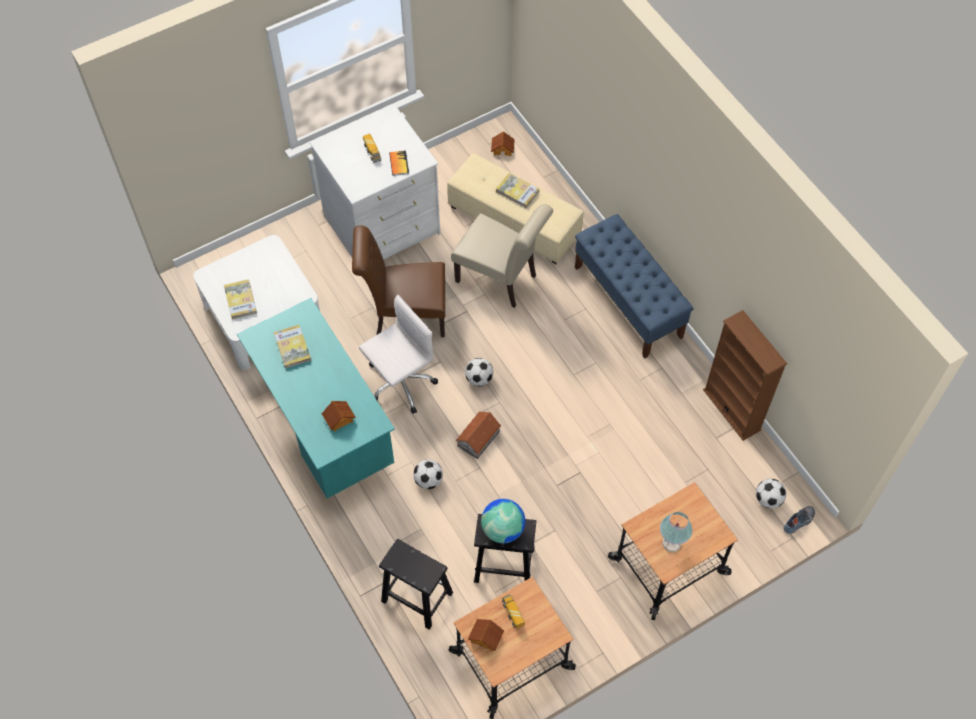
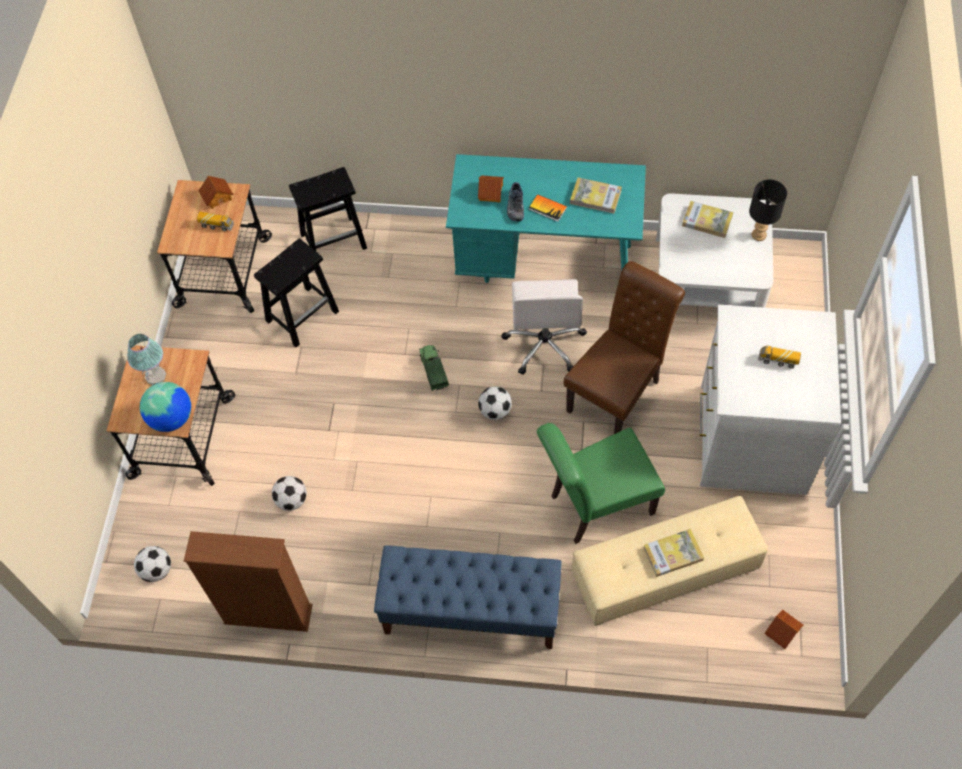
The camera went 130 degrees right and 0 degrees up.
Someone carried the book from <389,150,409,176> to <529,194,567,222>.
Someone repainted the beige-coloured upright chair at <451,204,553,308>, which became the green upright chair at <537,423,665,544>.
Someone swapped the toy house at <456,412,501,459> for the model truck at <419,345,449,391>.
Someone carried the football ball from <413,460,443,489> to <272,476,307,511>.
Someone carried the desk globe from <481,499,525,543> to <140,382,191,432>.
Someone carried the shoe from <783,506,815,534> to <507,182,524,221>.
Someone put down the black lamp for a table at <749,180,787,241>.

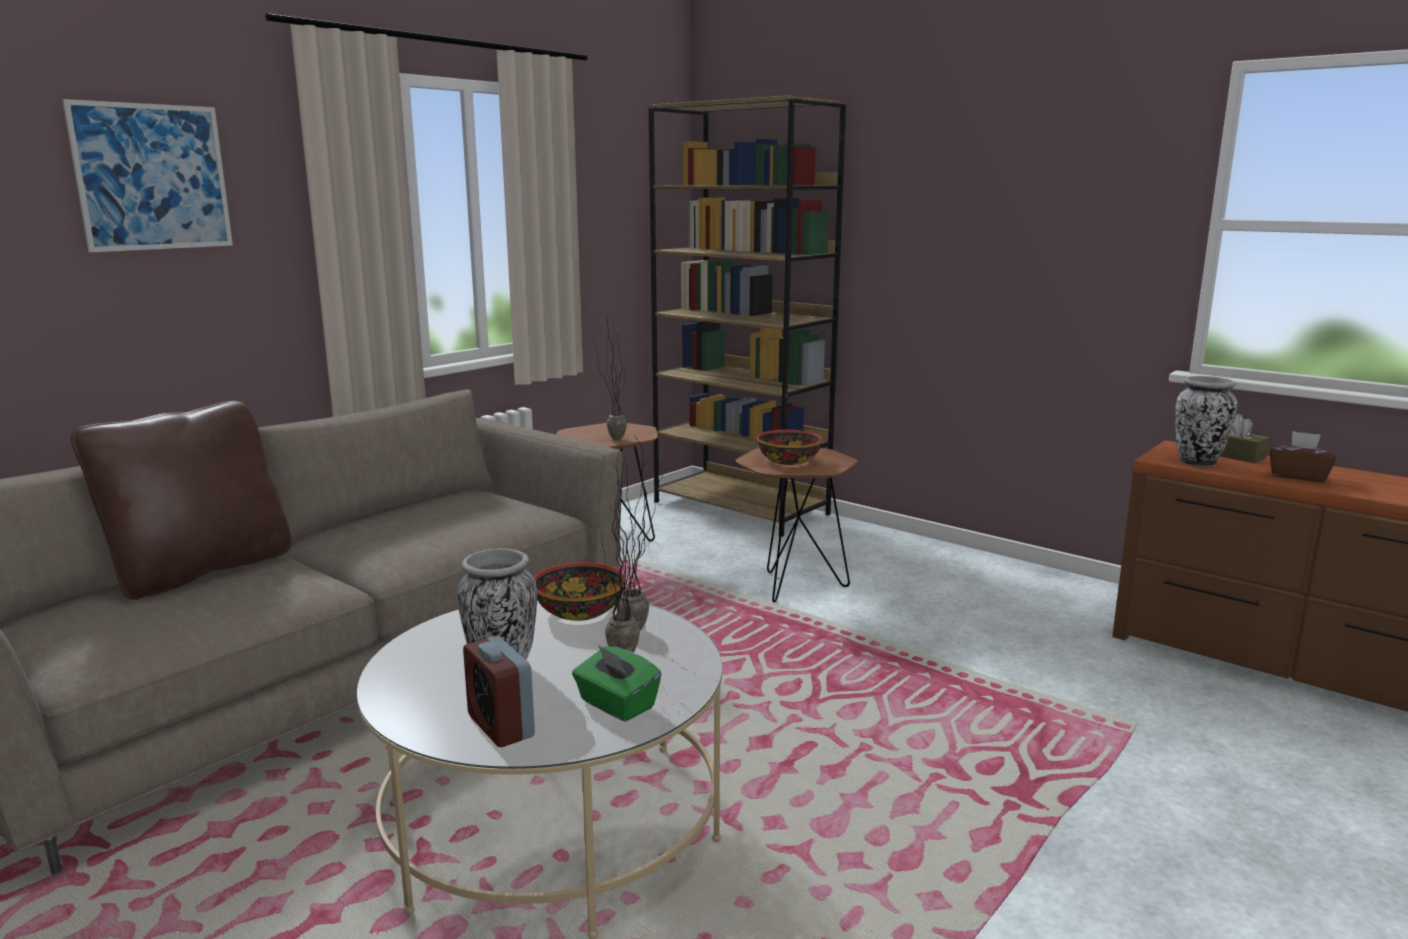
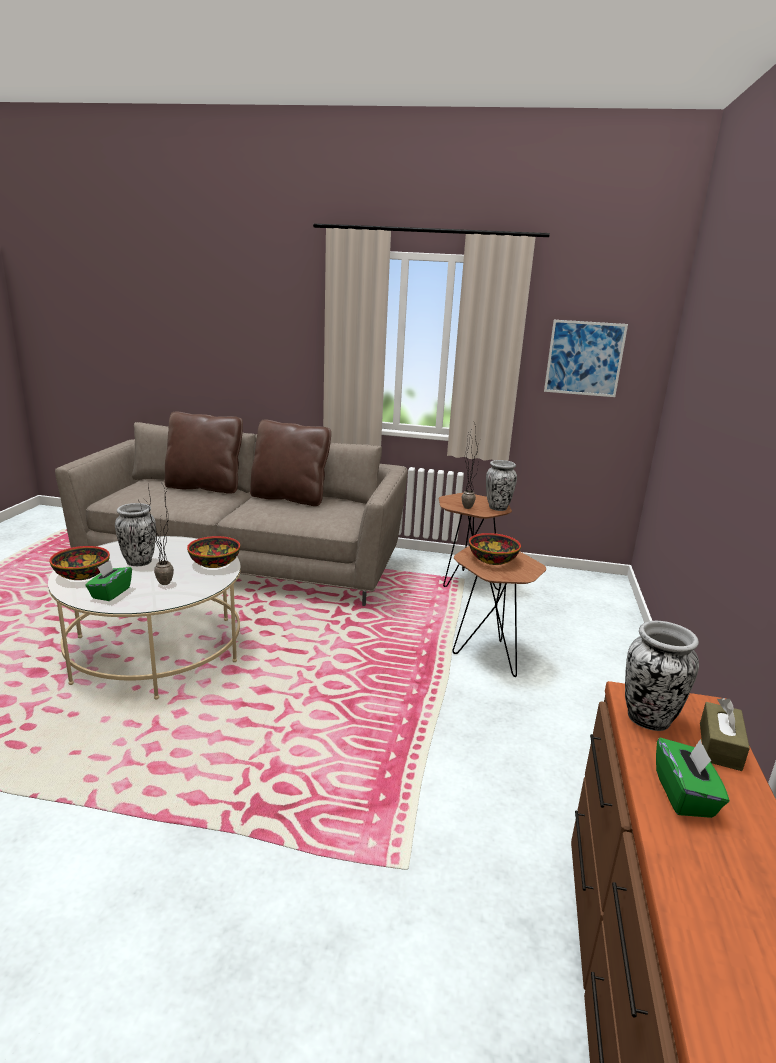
The camera went 60 degrees right and 5 degrees up.
Someone took away the brown-coloured bookshelf at <649,95,846,537>.
Someone carried the picture from <62,99,233,252> to <544,320,628,397>.
Someone repainted the brown-coloured box of tissues at <1270,431,1337,483>, which became the green box of tissues at <656,738,729,818>.
Someone took away the potted plant at <613,438,662,630>.
Someone swapped the alarm clock at <463,636,535,747> for the bowl at <49,546,110,580>.
Someone put down the brown-coloured cushion at <250,419,331,506>.
Someone put down the flower vase at <486,460,517,511>.

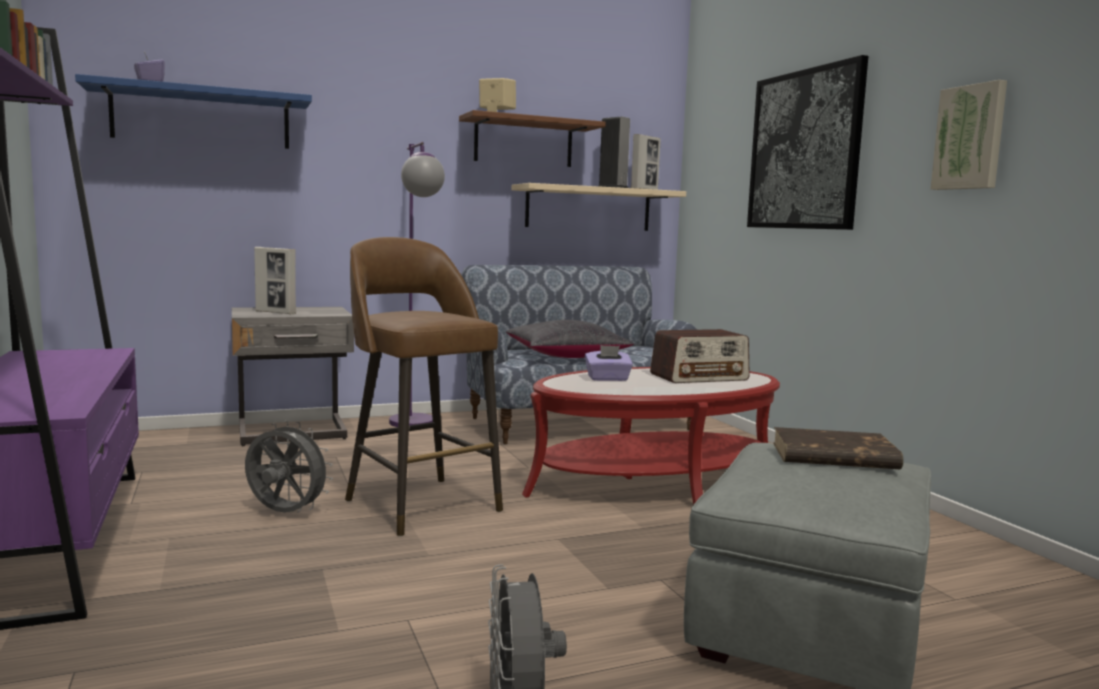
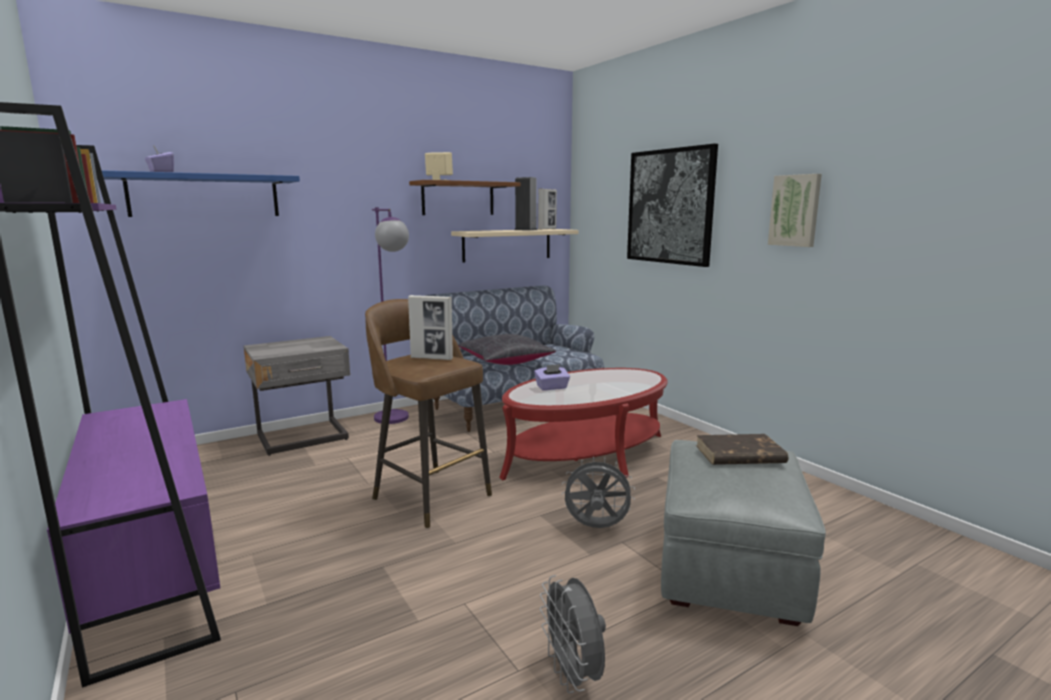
The camera went 10 degrees left and 5 degrees up.
Someone carried the photo frame from <254,247,296,314> to <408,295,453,360>.
Someone took away the radio set at <650,329,750,383>.
Someone carried the greyish cooling fan from <245,420,333,513> to <562,456,635,528>.

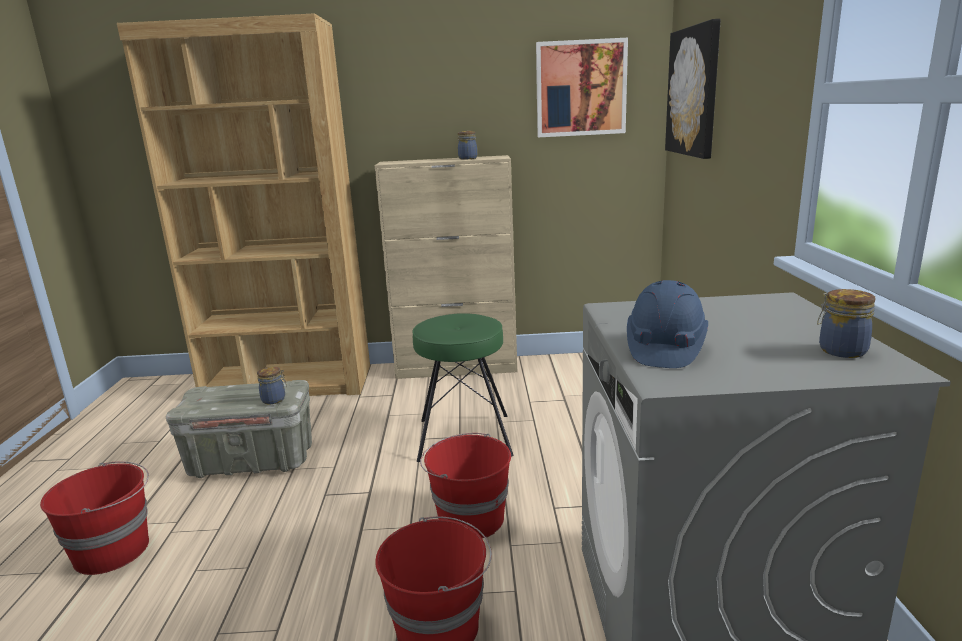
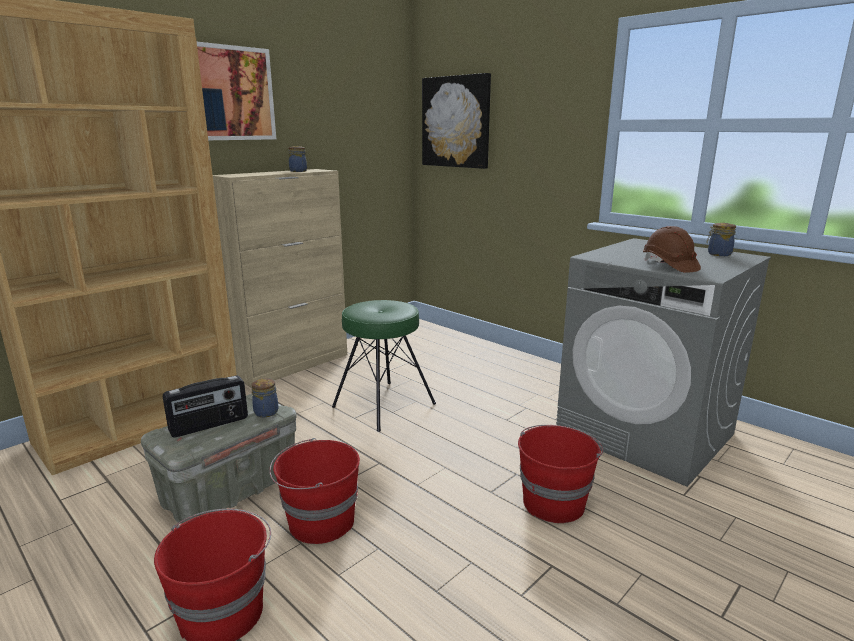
The camera went 45 degrees left and 0 degrees up.
Someone carried the picture from <536,38,628,137> to <197,42,276,140>.
Someone repainted the bluish hard hat at <627,280,708,368>, which became the brown-coloured hard hat at <643,226,701,273>.
Someone carried the red pail from <420,433,511,538> to <270,438,360,544>.
Someone put down the radio set at <163,375,248,438>.

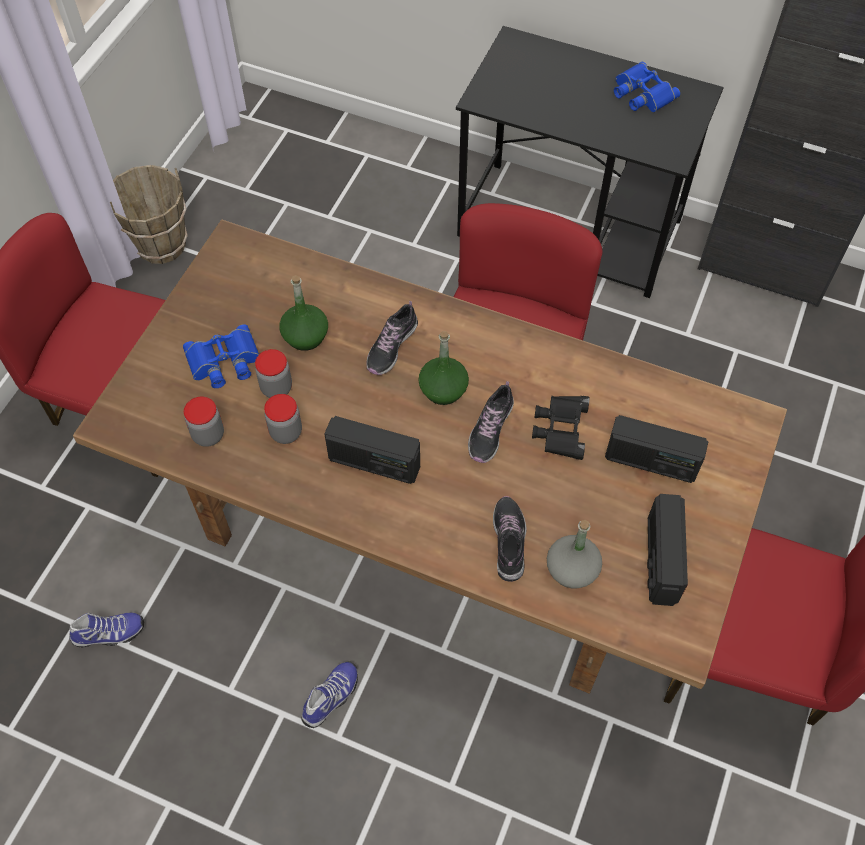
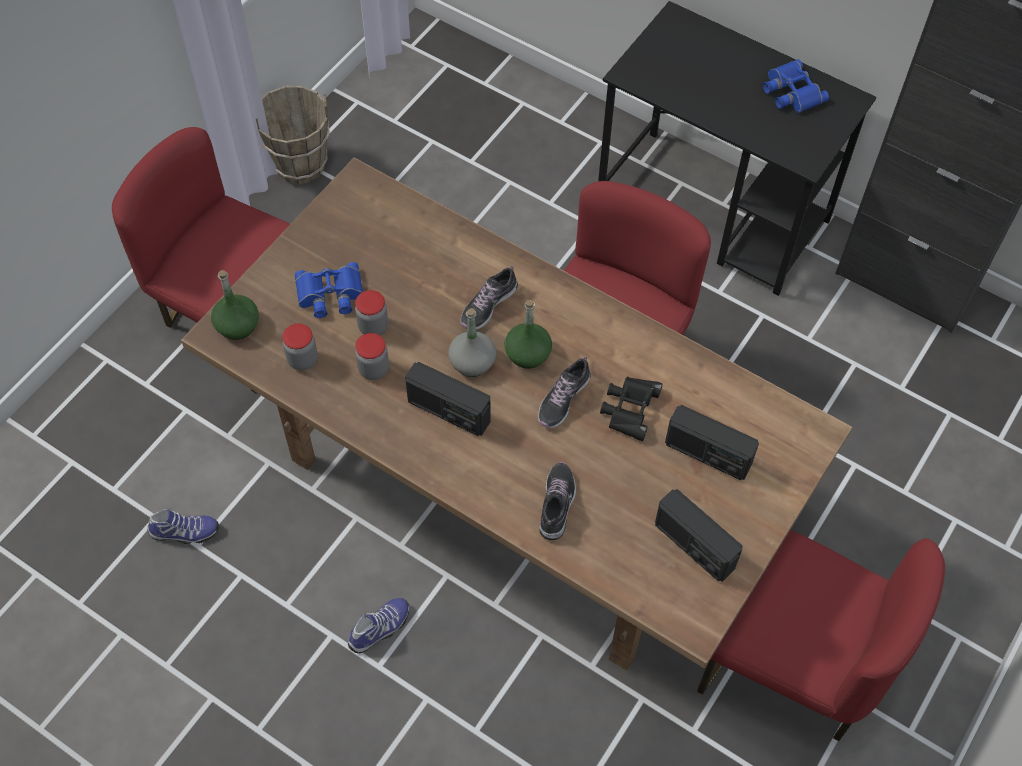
The camera went 10 degrees right and 0 degrees up.
Someone carried the green bottle from <279,275,328,351> to <211,270,259,340>.
Someone rotated the radio set at <647,494,688,606> by 60 degrees counterclockwise.
Someone carried the greyish bottle from <547,520,602,588> to <448,308,496,377>.

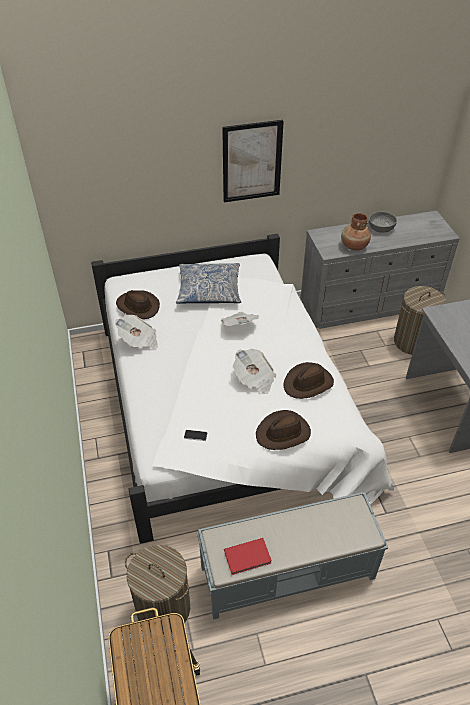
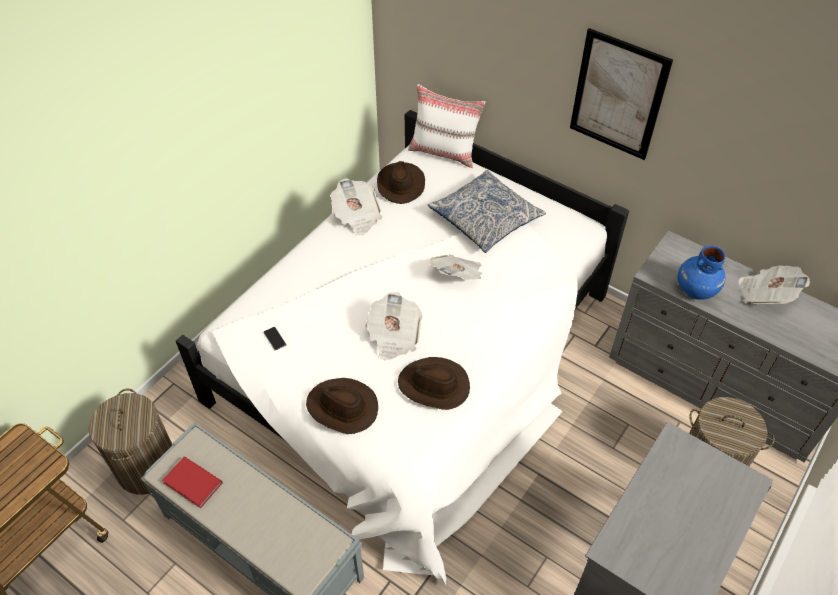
The camera went 50 degrees right and 5 degrees up.
Someone swapped the greyish bowl at <369,212,397,233> for the daily paper at <738,265,810,305>.
Someone repainted the brown-coloured flower vase at <341,213,371,250>, which became the bluish flower vase at <677,245,726,300>.
Someone put down the white-coloured cushion at <408,84,485,168>.

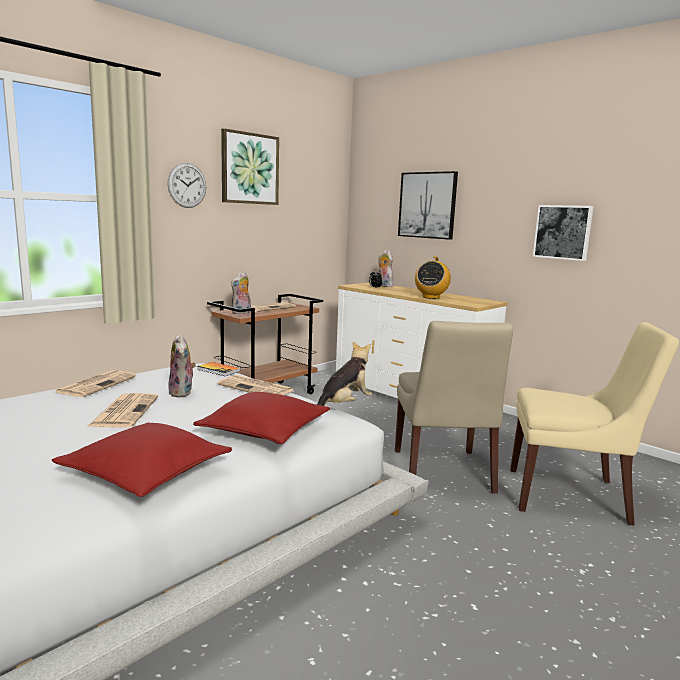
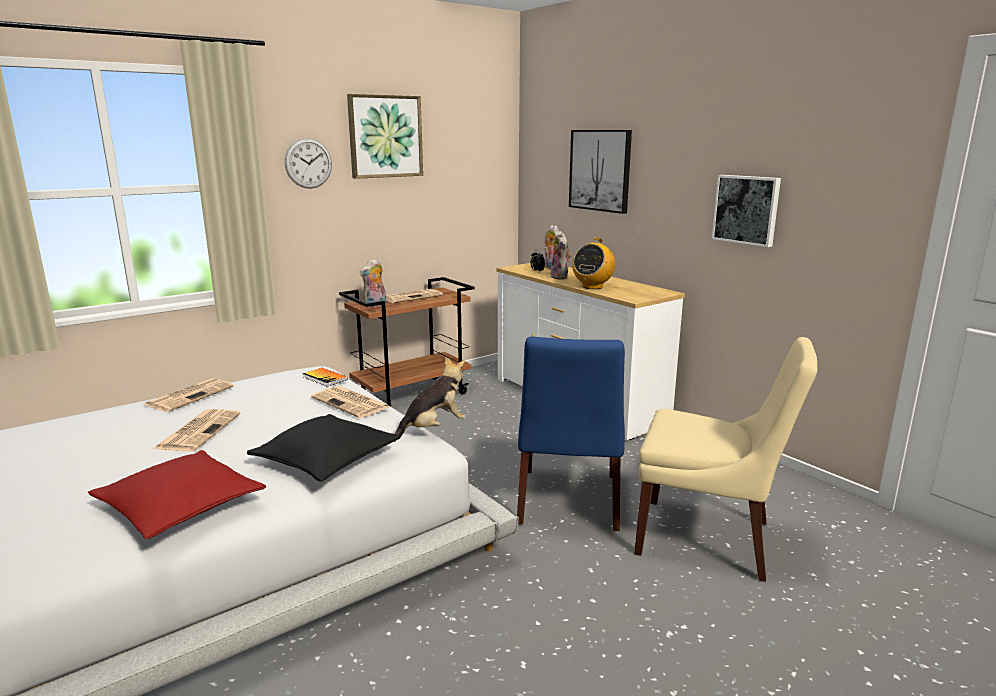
The camera went 10 degrees right and 5 degrees up.
Someone repainted the beige-coloured upright chair at <395,321,513,494>, which became the bluish upright chair at <516,337,625,531>.
Someone carried the cuddly toy from <168,334,196,397> to <550,231,571,280>.
Someone repainted the red cushion at <193,392,330,444>, which became the black cushion at <247,414,401,482>.

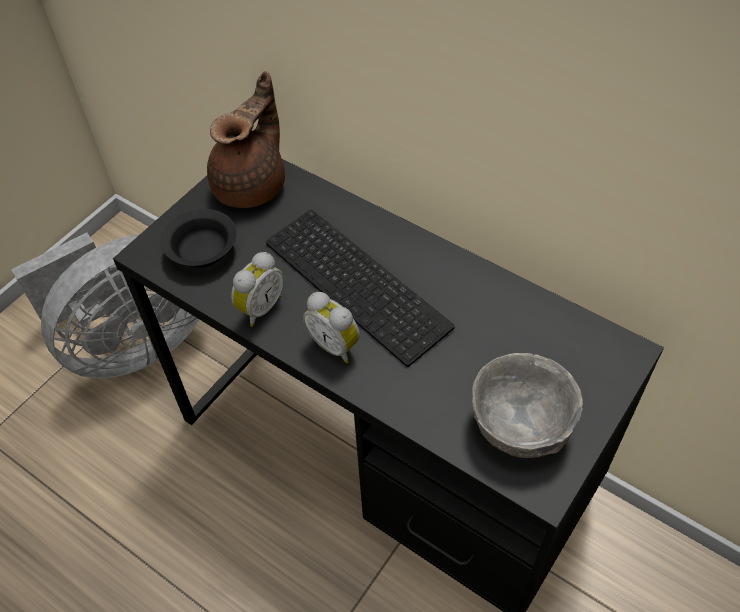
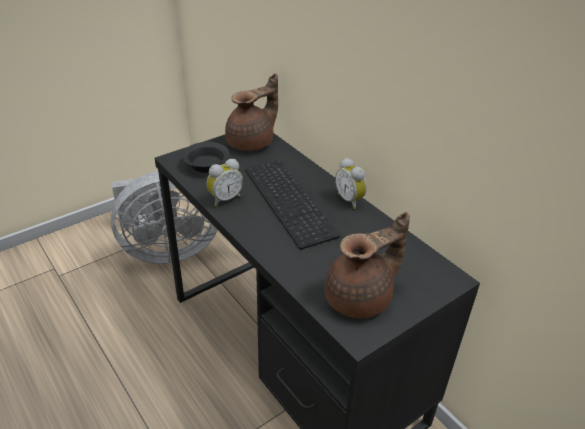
The camera went 15 degrees right and 15 degrees down.
Someone carried the alarm clock from <303,292,360,363> to <335,158,367,209>.
Someone swapped the greyish bowl at <472,353,583,458> for the brown-coloured tea pot at <325,212,410,318>.

